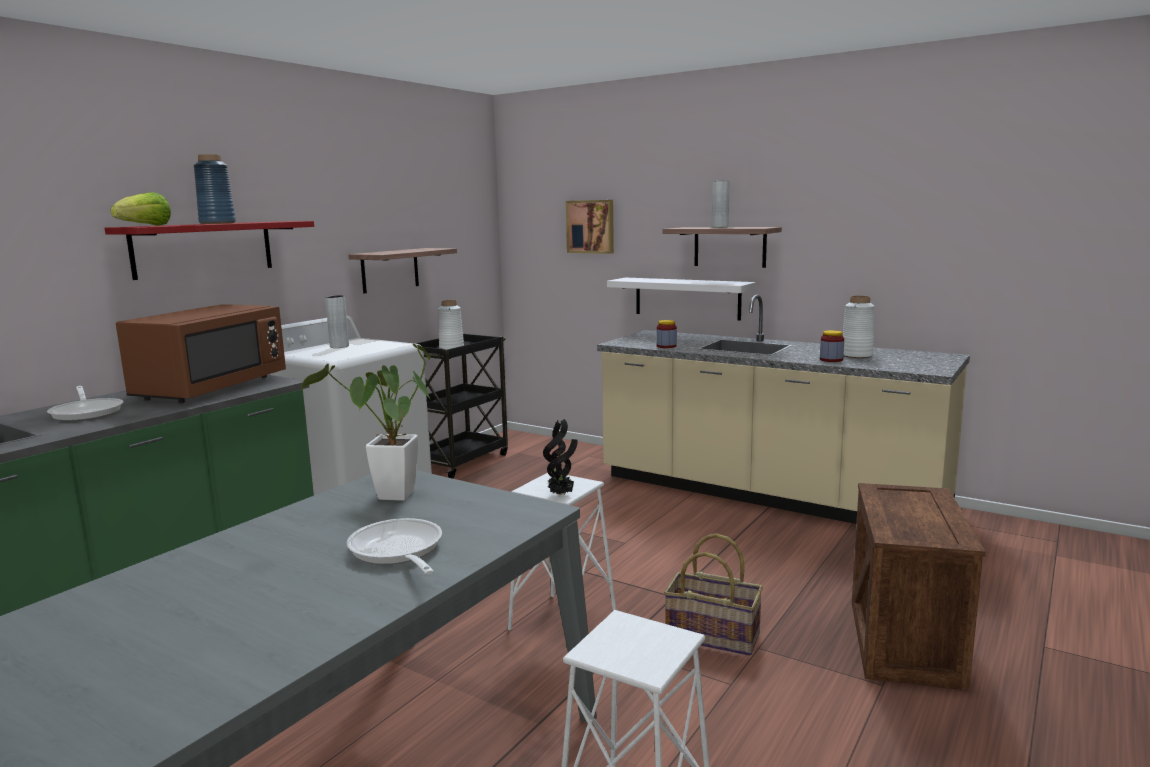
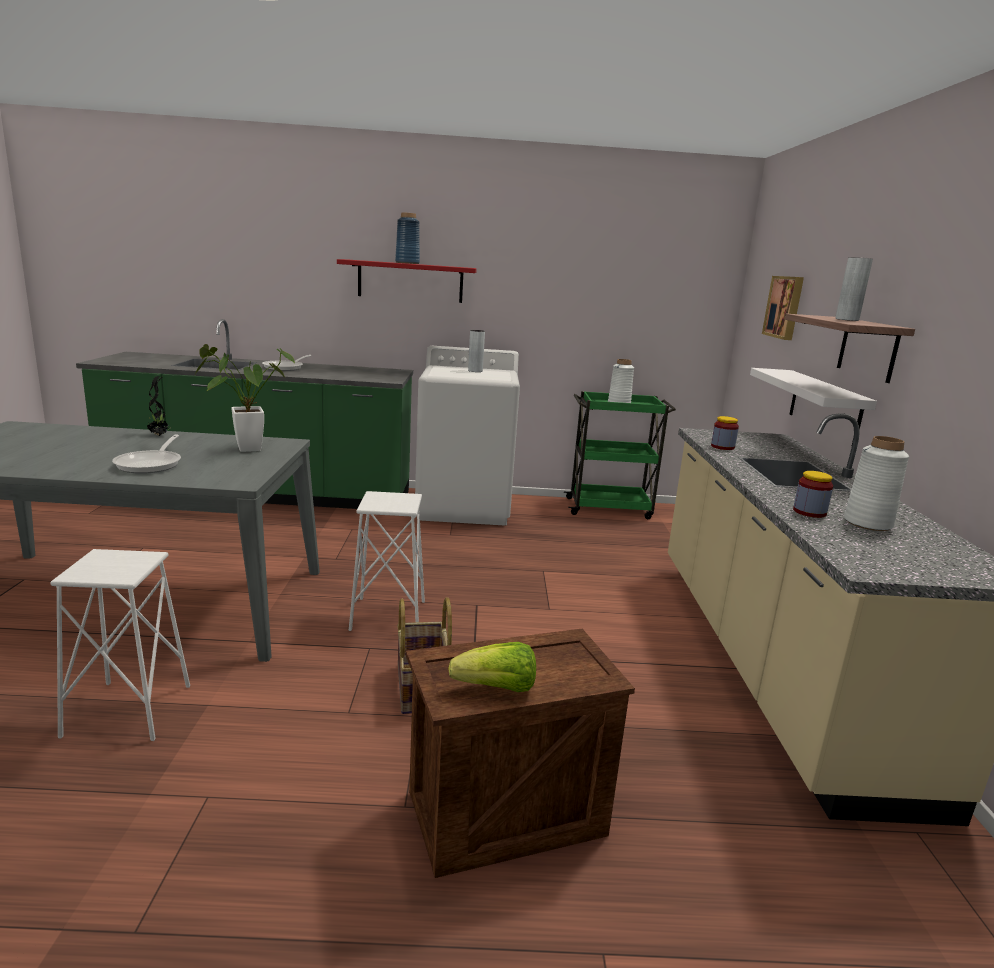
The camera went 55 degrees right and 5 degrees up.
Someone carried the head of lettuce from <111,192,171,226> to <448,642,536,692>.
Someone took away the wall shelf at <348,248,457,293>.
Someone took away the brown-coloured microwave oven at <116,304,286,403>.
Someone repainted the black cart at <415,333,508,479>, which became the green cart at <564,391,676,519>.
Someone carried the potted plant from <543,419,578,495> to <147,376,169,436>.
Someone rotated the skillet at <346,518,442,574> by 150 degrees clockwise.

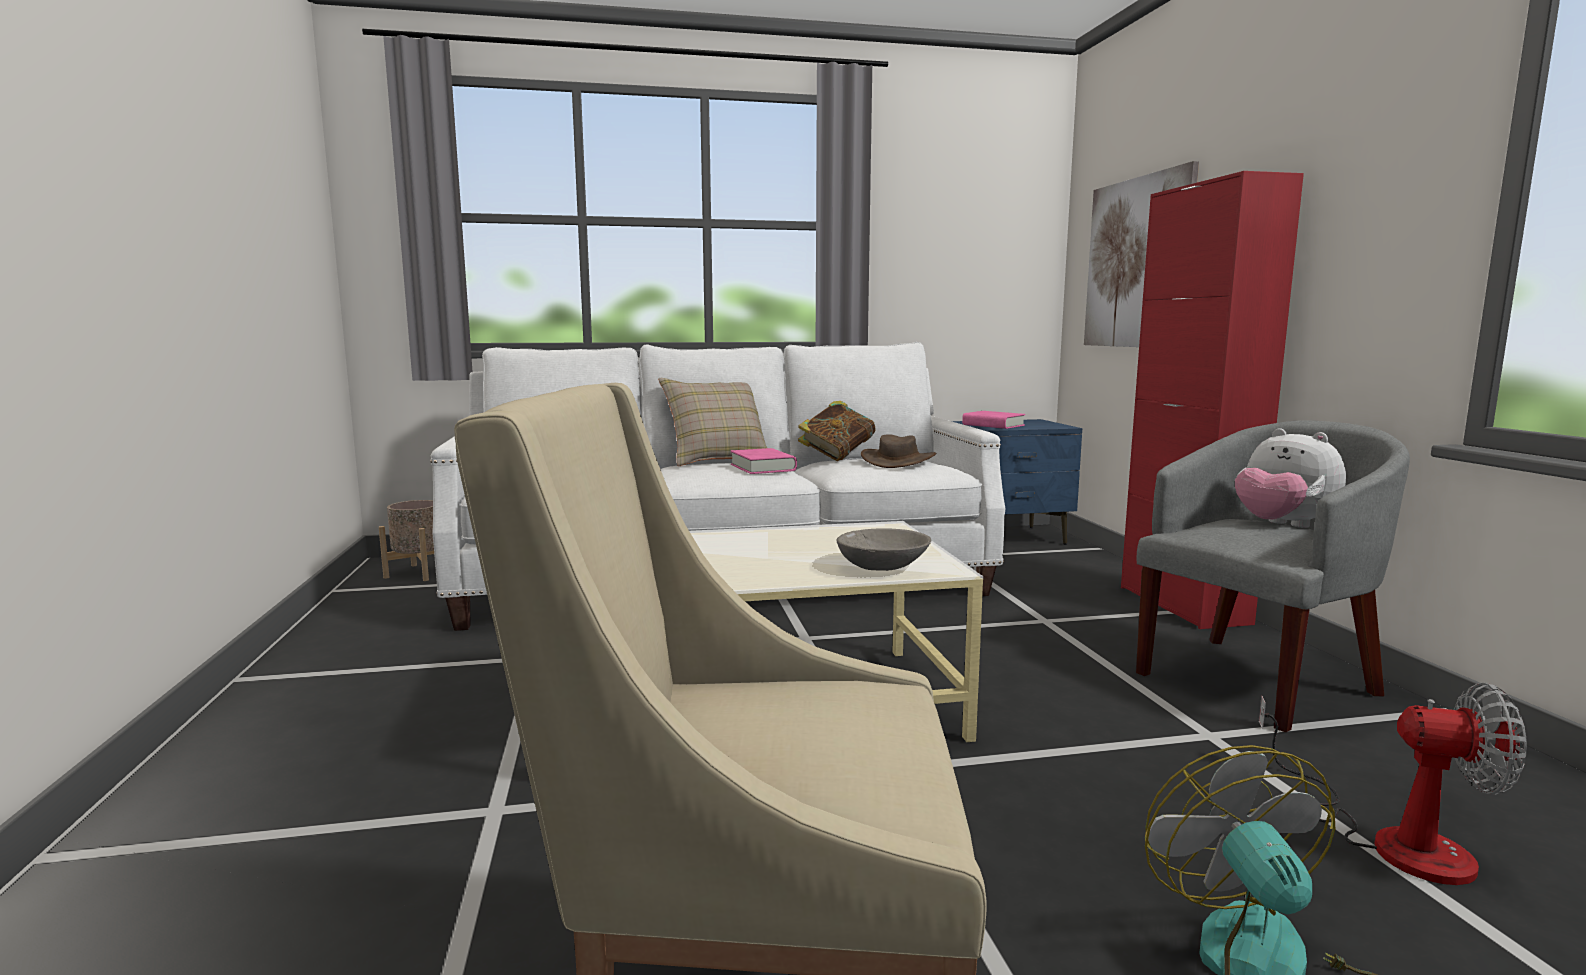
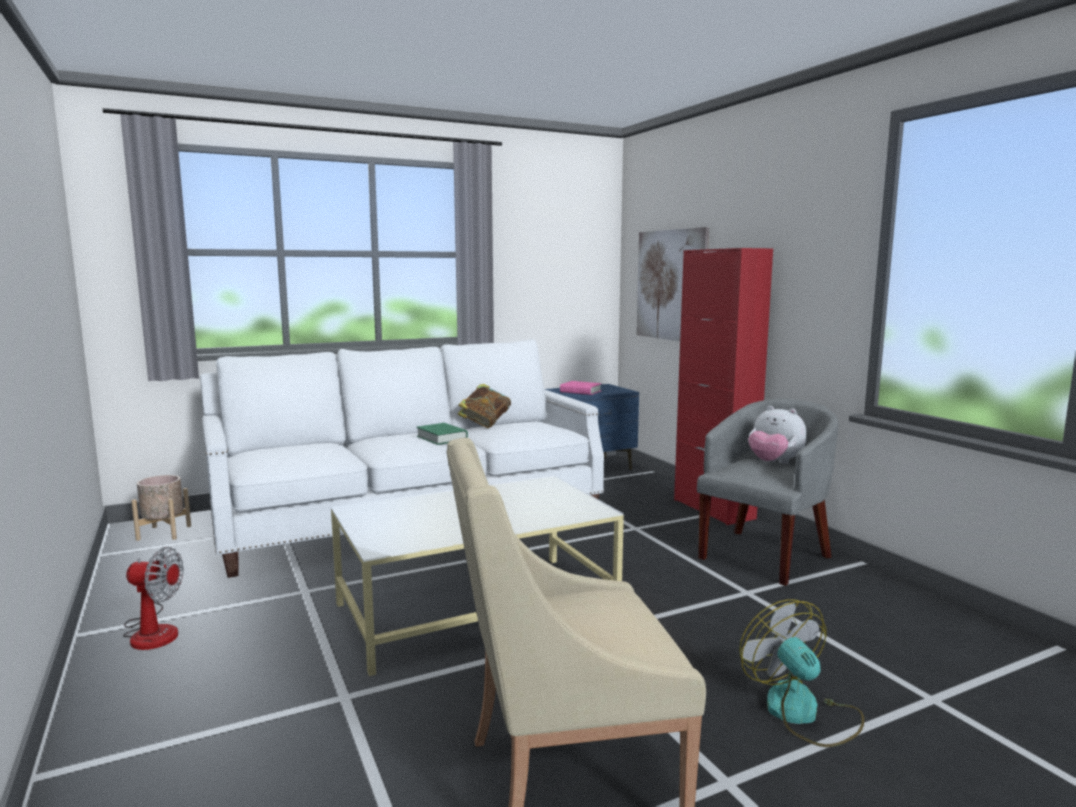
The camera went 15 degrees left and 0 degrees up.
Someone took away the beige-coloured cushion at <658,378,767,466>.
Someone took away the brown-coloured wearable hat at <861,434,937,468>.
Someone repainted the pink book at <731,448,797,474>, which became the green book at <417,423,468,445>.
Someone took away the greyish bowl at <836,528,931,571>.
Someone carried the cooling fan from <1259,683,1527,885> to <123,547,184,650>.

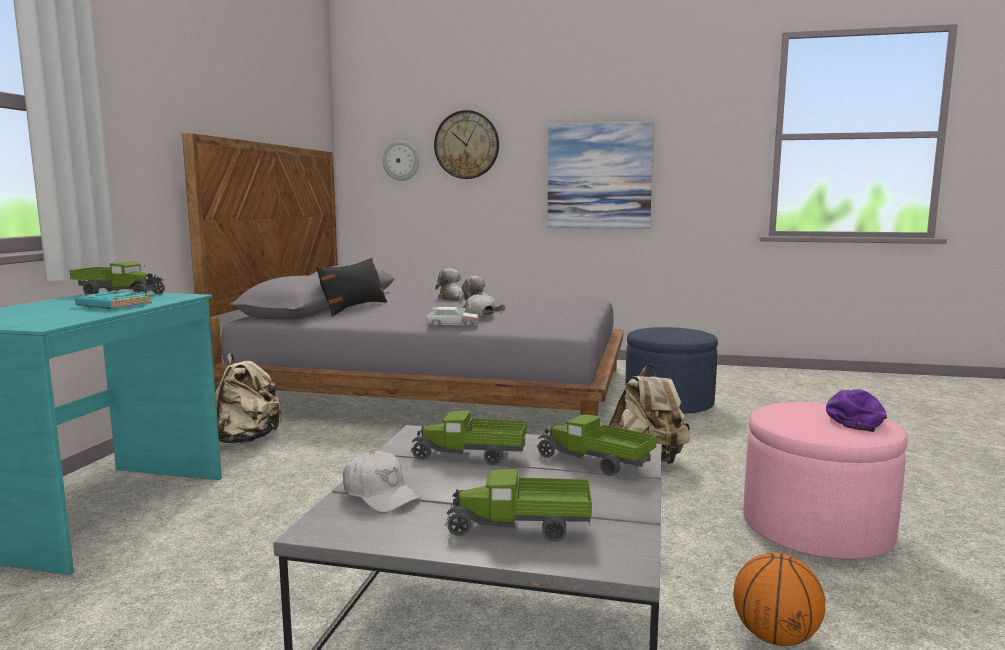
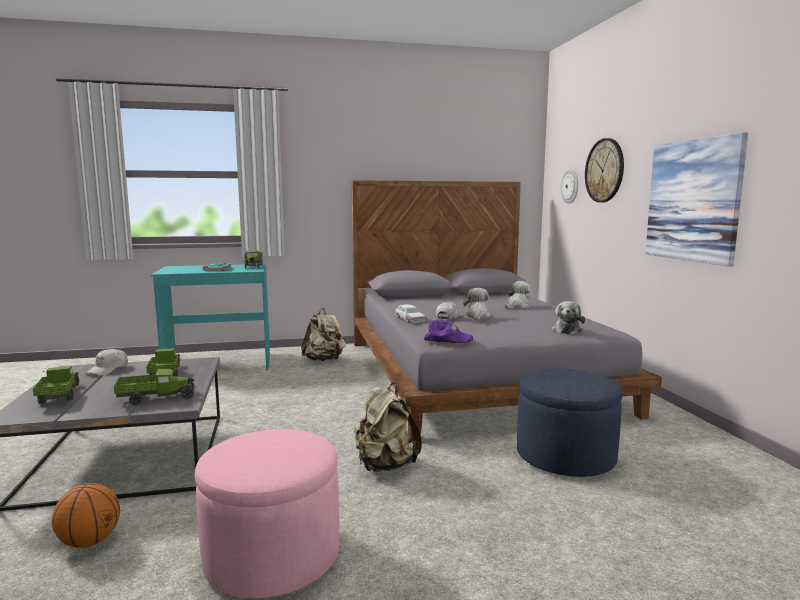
The camera went 65 degrees right and 0 degrees up.
Someone took away the black cushion at <316,258,387,316>.
Someone carried the purple cap from <826,389,887,432> to <424,319,473,343>.
Someone rotated the model truck at <537,414,657,476> by 60 degrees clockwise.
Someone put down the cuddly toy at <552,301,585,335>.

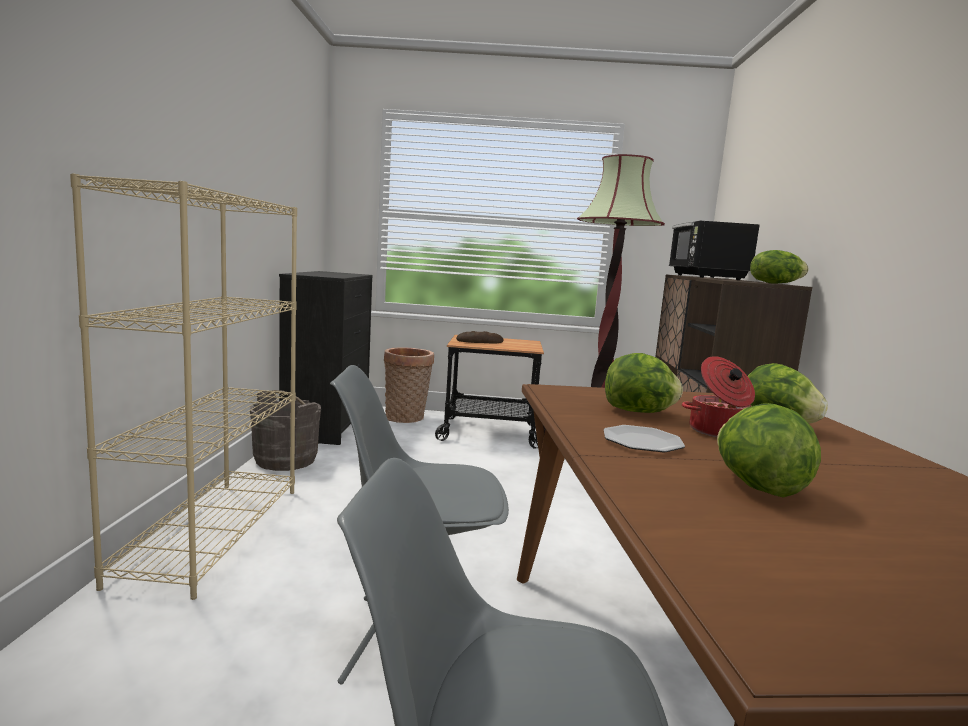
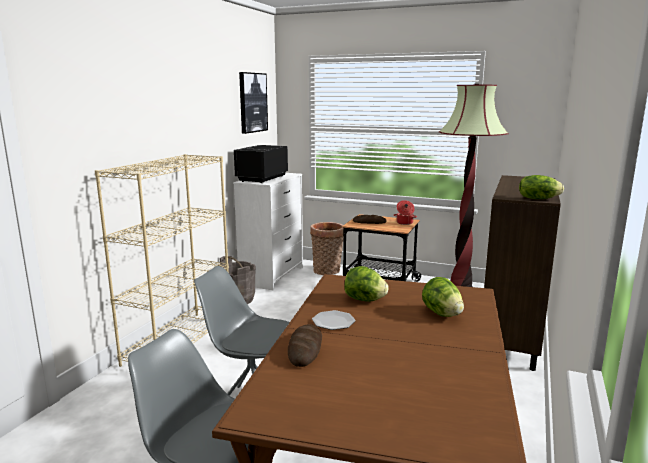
The camera went 20 degrees right and 5 degrees up.
Someone carried the black microwave oven from <669,221,760,280> to <234,145,288,183>.
Someone repainted the black drawer chest at <279,271,373,445>, which became the white-coloured drawer chest at <233,173,303,290>.
Someone carried the saucepot from <682,356,755,437> to <394,200,417,225>.
Someone took away the head of lettuce at <717,403,821,497>.
Someone put up the picture at <239,72,268,134>.
Someone put down the baked bread at <288,324,322,367>.

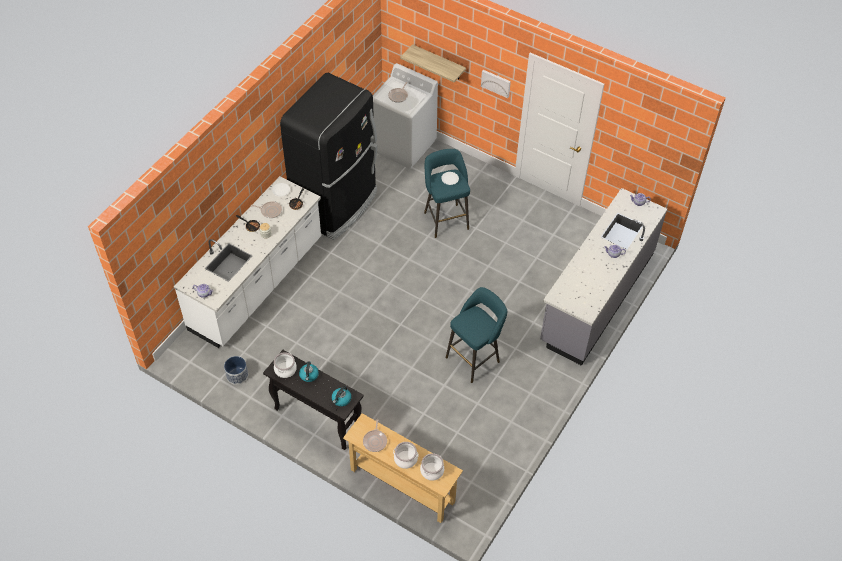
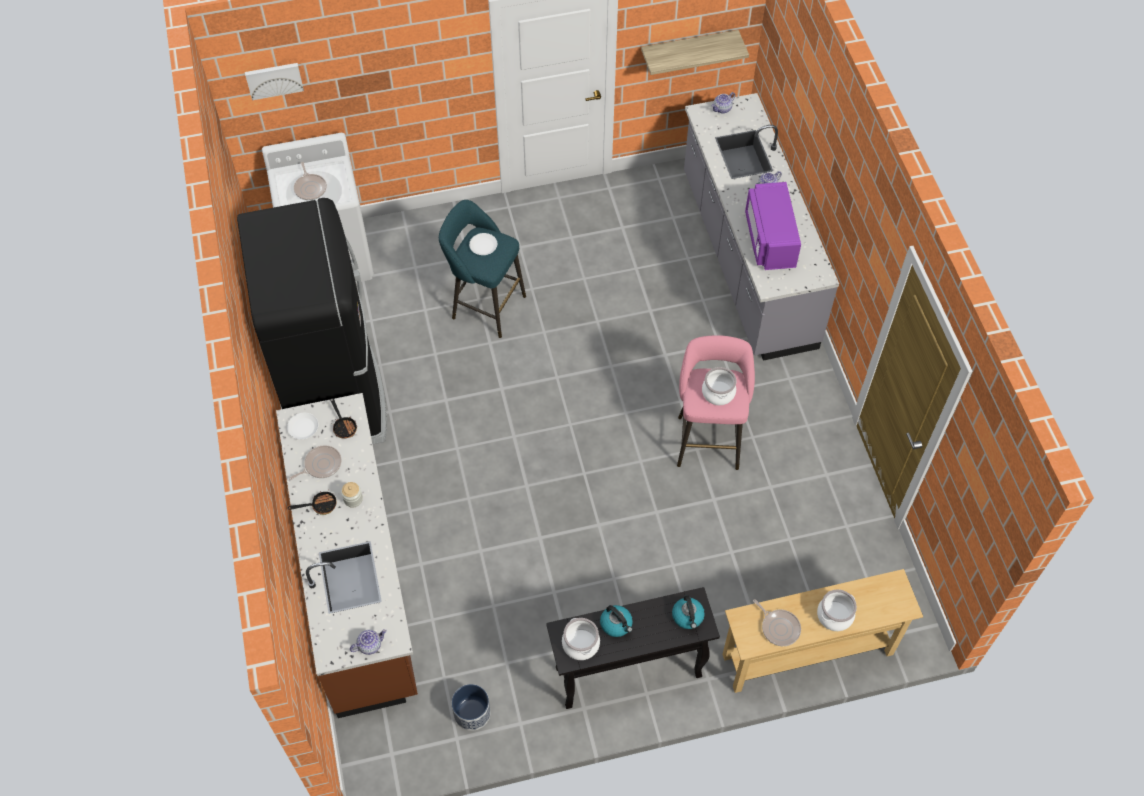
The camera went 45 degrees left and 5 degrees up.
Someone carried the wall shelf from <400,44,466,82> to <641,30,749,75>.
Someone carried the picture from <481,70,511,98> to <245,63,304,100>.
Someone repainted the white-coloured kitchen counter at <174,176,321,348>, which became the brown-coloured kitchen counter at <276,393,418,718>.
Someone repainted the turquoise-coloured sitting stool at <446,287,507,383>, which became the pink sitting stool at <677,335,755,470>.
Someone carried the saucepot from <420,453,444,481> to <702,367,736,405>.
Someone put down the purple microwave oven at <745,182,801,270>.

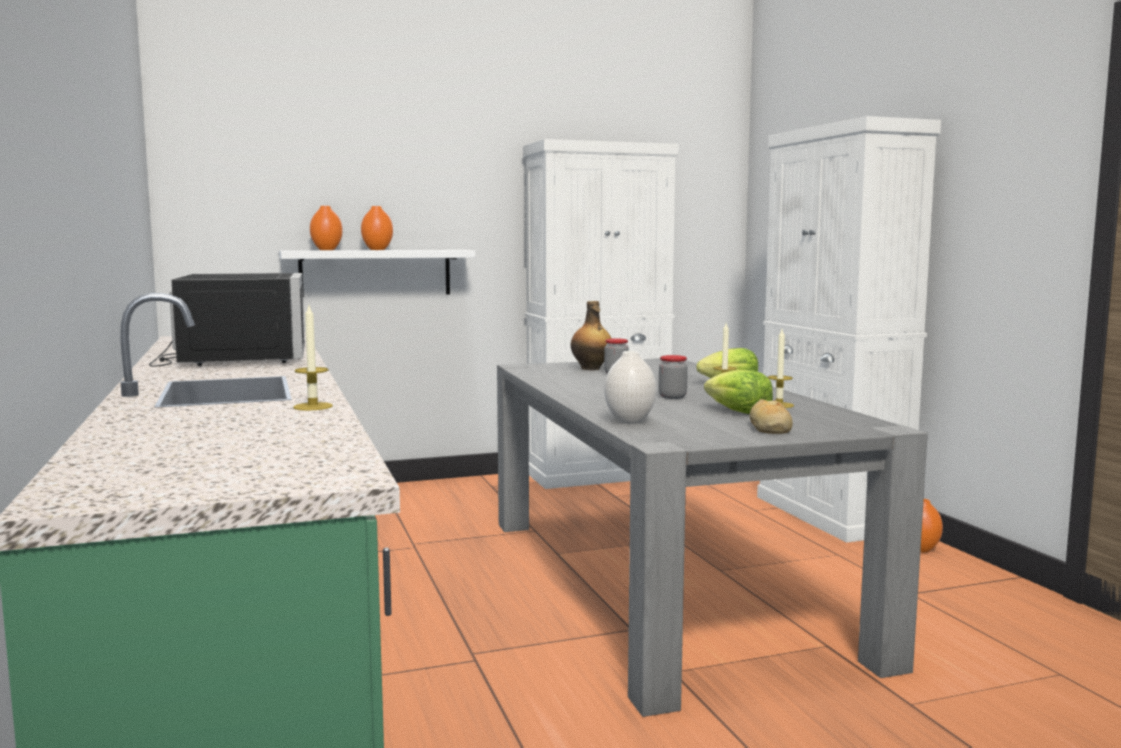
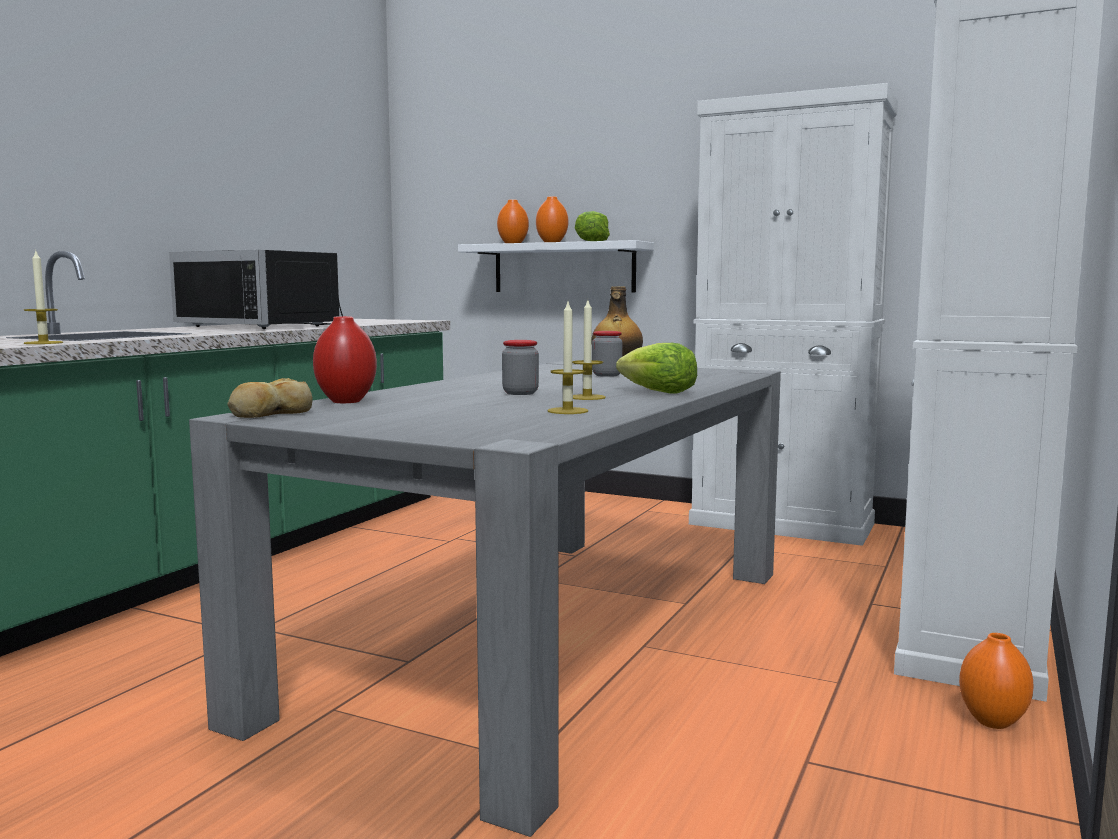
The camera went 45 degrees right and 0 degrees up.
Someone rotated the black microwave oven at <149,273,305,367> by 90 degrees clockwise.
Someone repainted the white-coloured flower vase at <605,351,656,424>, which became the red flower vase at <313,316,377,403>.
Someone carried the head of lettuce from <704,370,773,414> to <575,211,610,241>.
Someone carried the baked bread from <749,399,793,434> to <227,378,313,418>.

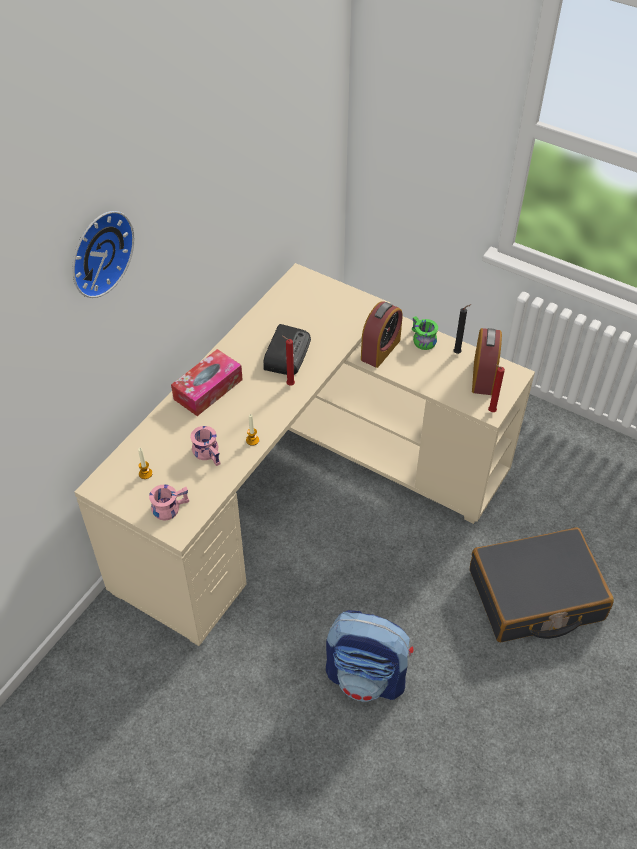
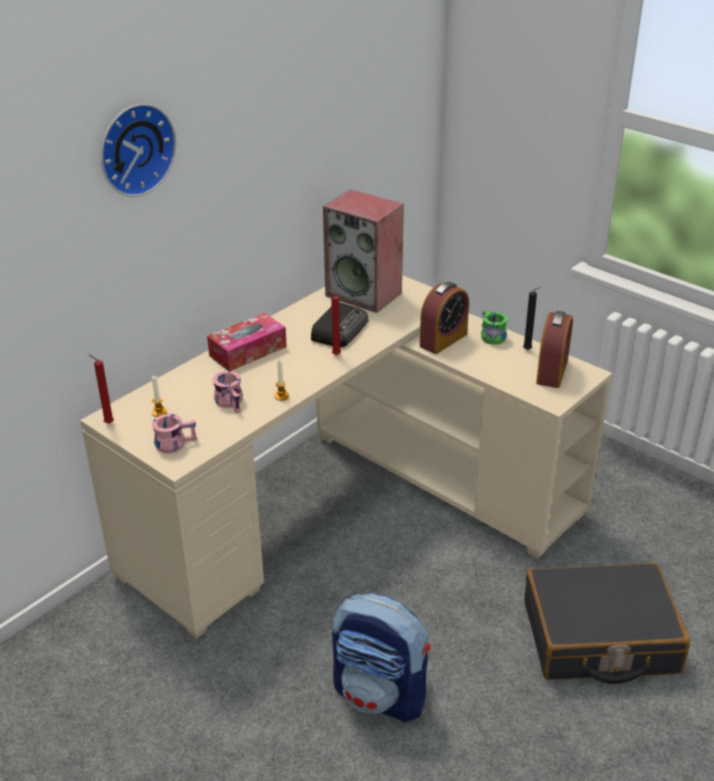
The camera went 10 degrees right and 15 degrees down.
Someone carried the red wax candle from <488,364,505,412> to <89,354,114,424>.
Someone put down the speaker at <323,189,404,313>.

